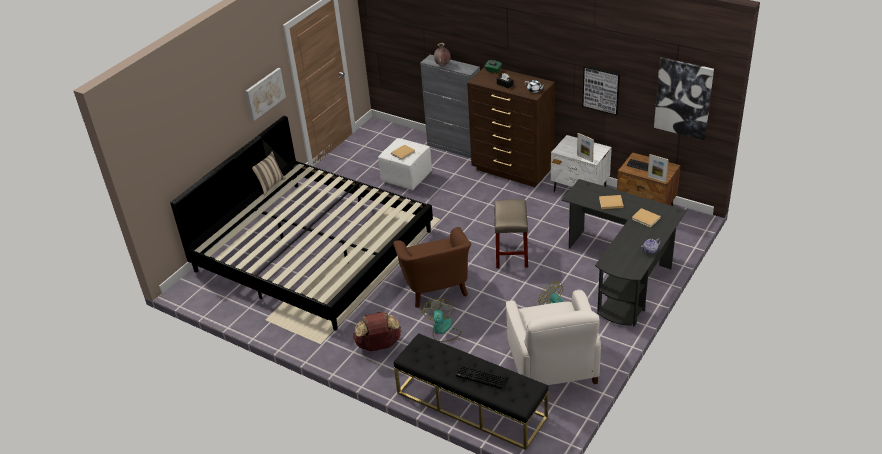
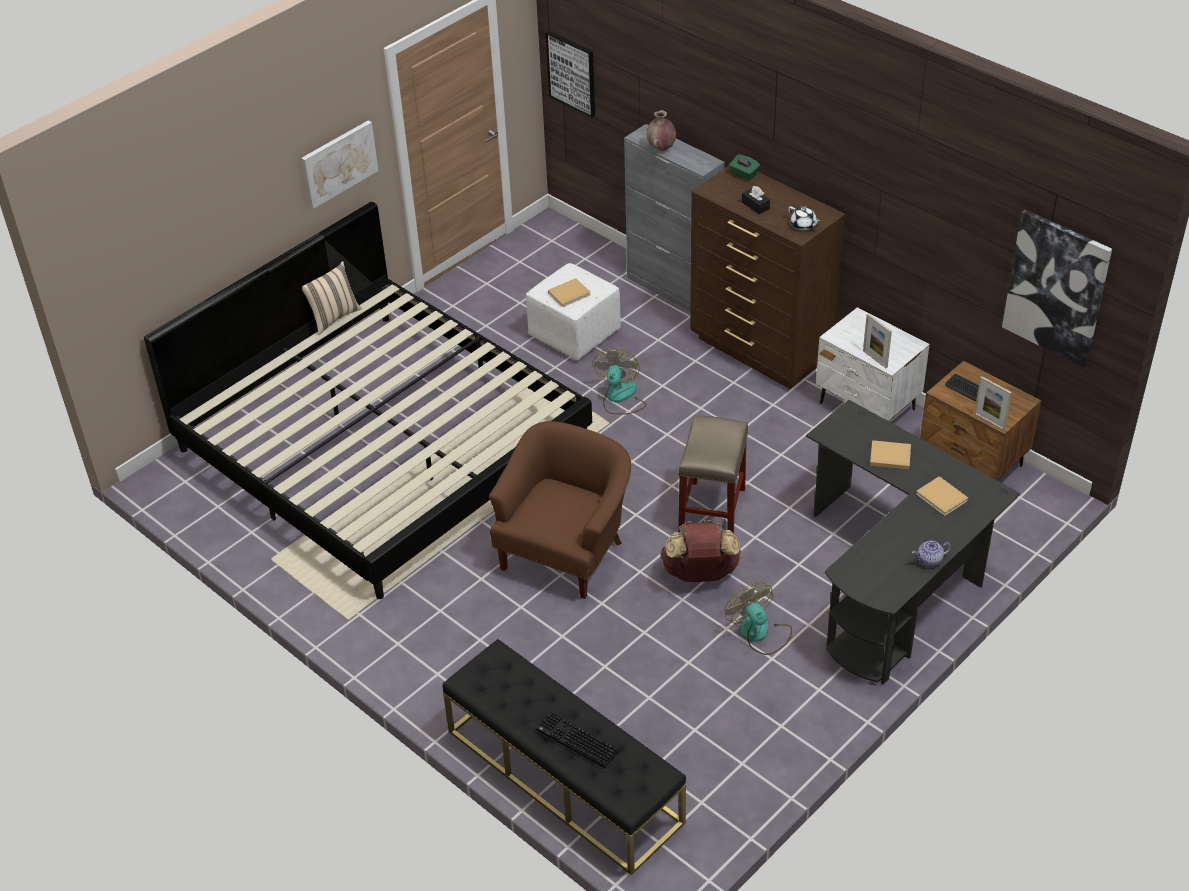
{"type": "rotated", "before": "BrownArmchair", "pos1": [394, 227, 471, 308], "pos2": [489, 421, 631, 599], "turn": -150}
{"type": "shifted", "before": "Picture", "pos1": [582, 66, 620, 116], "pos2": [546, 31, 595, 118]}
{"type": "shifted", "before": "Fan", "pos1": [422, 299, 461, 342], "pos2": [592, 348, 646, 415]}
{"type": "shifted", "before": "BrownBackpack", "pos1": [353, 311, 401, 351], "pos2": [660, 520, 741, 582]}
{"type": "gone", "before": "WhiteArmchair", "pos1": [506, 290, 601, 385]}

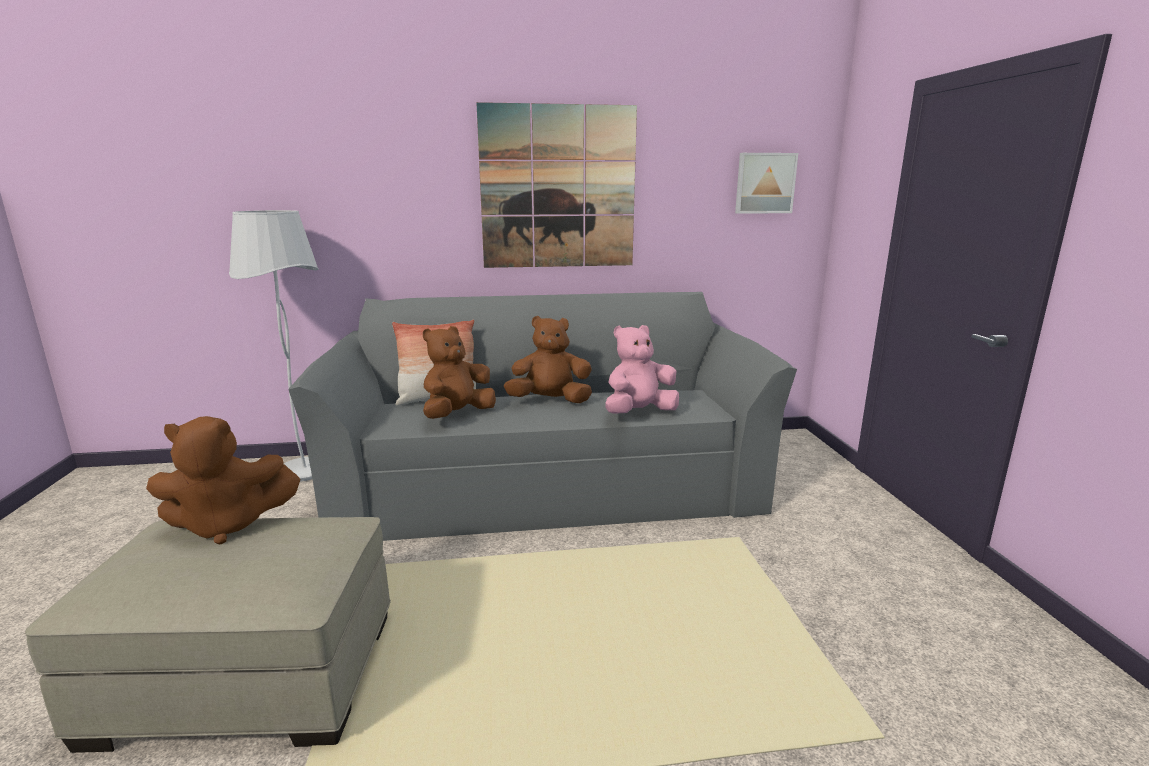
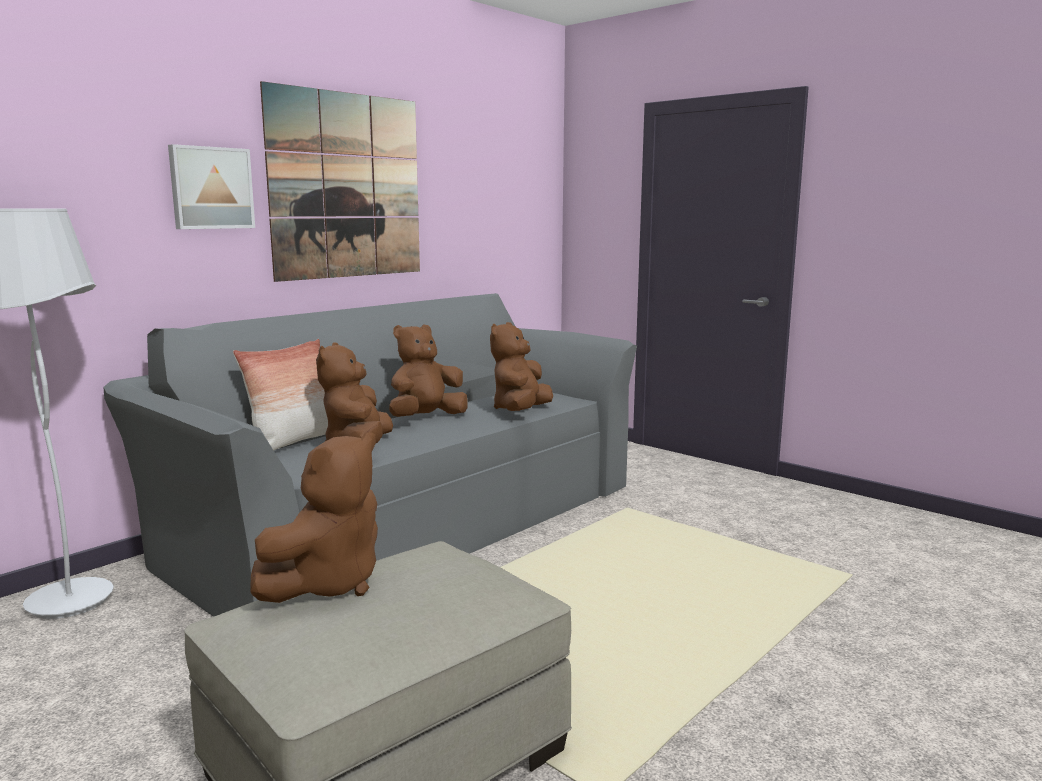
{"type": "shifted", "before": "Picture", "pos1": [735, 153, 798, 214], "pos2": [168, 144, 255, 229]}
{"type": "repainted", "before": "PinkPlushToy", "after": "BrownPlushToy", "pos1": [606, 325, 679, 414], "pos2": [490, 322, 553, 411]}

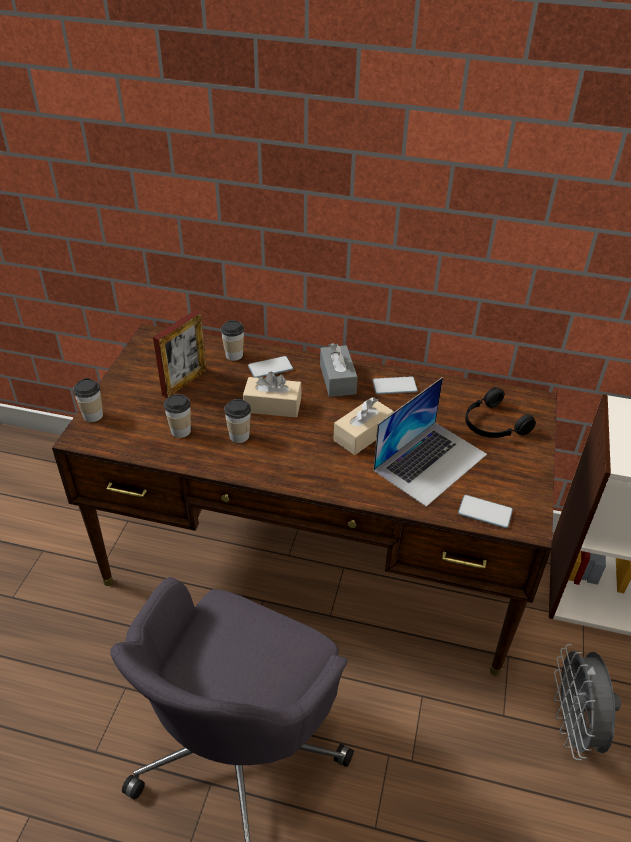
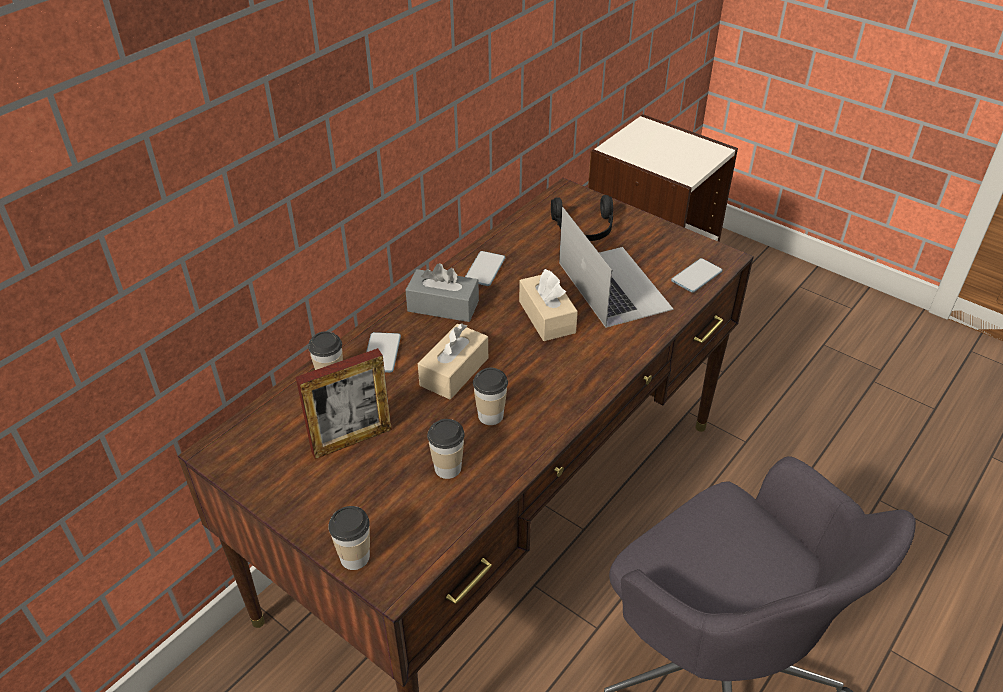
{"type": "rotated", "before": "PictureFrame", "pos1": [153, 310, 207, 398], "pos2": [296, 348, 392, 459], "turn": 90}
{"type": "gone", "before": "GreyFan", "pos1": [554, 644, 621, 760]}

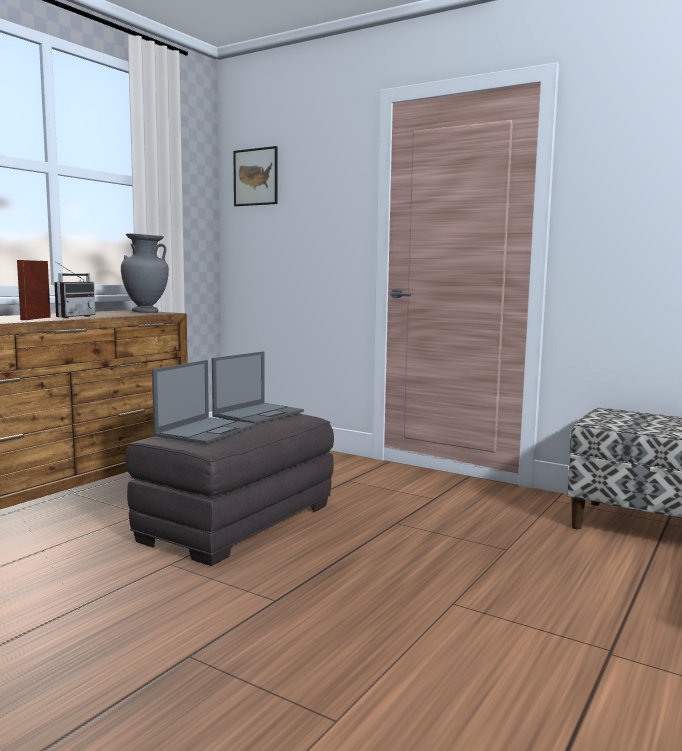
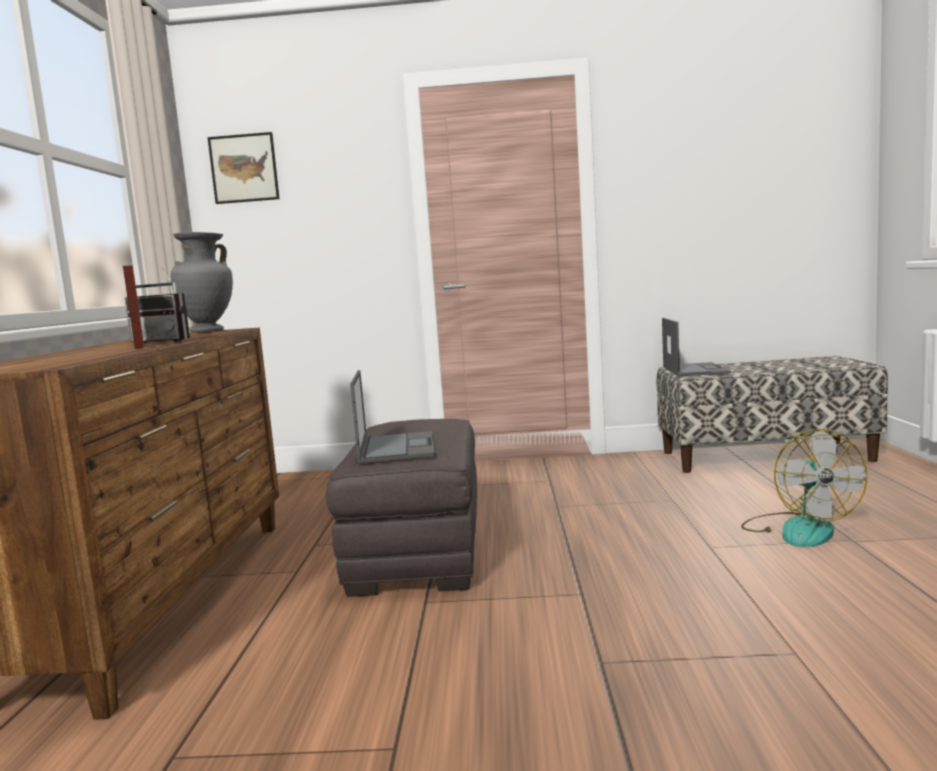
{"type": "rotated", "before": "Radio", "pos1": [54, 261, 96, 318], "pos2": [125, 268, 190, 343], "turn": 120}
{"type": "shifted", "before": "Laptop", "pos1": [212, 351, 304, 424], "pos2": [662, 318, 731, 377]}
{"type": "new", "after": "Fan", "pos2": [741, 429, 868, 547]}

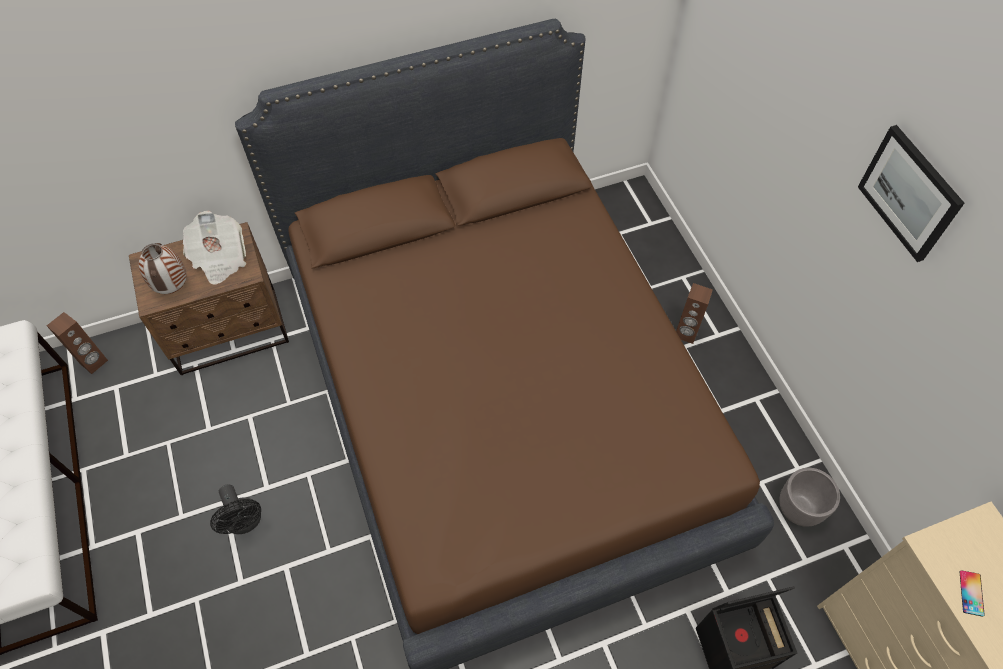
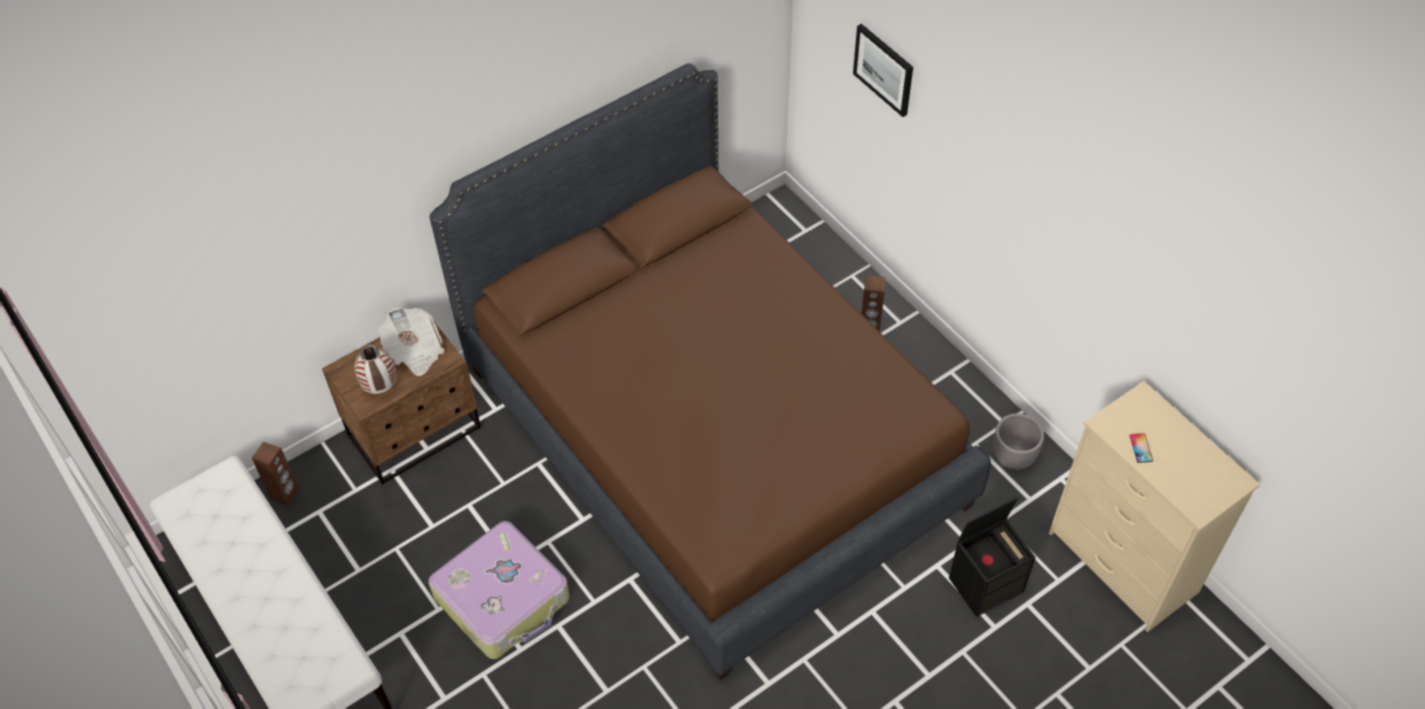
{"type": "swapped", "before": "BlackFan", "after": "Suitcase", "pos1": [210, 484, 261, 534], "pos2": [429, 521, 570, 659]}
{"type": "shifted", "before": "Picture", "pos1": [858, 125, 964, 262], "pos2": [853, 24, 913, 117]}

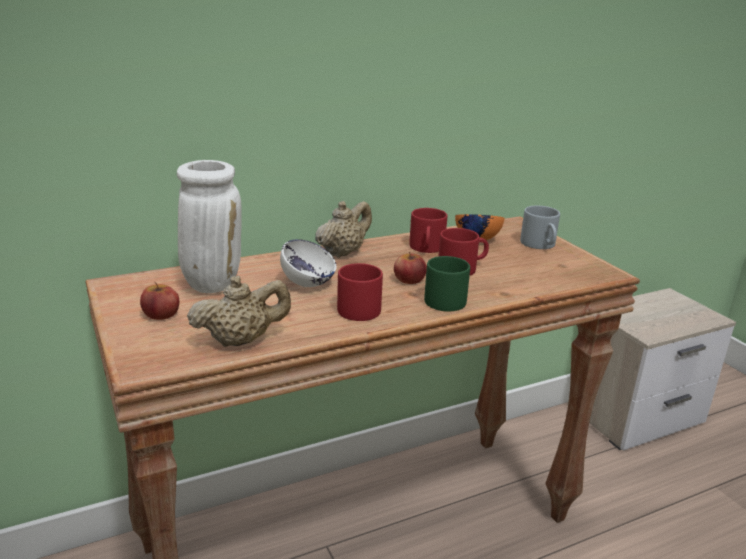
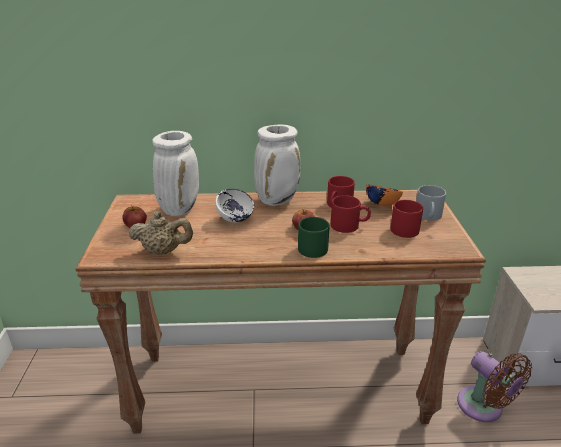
{"type": "swapped", "before": "BeigeTeapot", "after": "WhiteVase", "pos1": [315, 201, 372, 258], "pos2": [254, 125, 301, 206]}
{"type": "shifted", "before": "RedMug", "pos1": [337, 263, 383, 321], "pos2": [391, 200, 423, 238]}
{"type": "new", "after": "BrownFan", "pos2": [457, 351, 532, 422]}

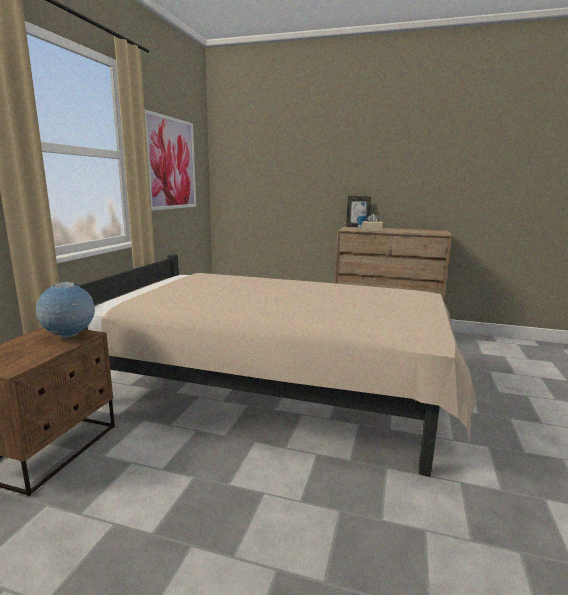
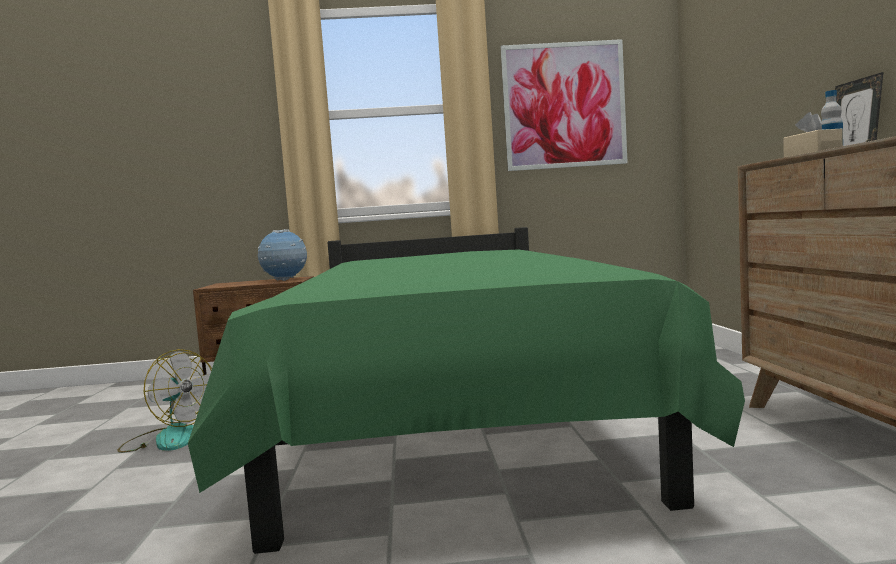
{"type": "new", "after": "Fan", "pos2": [117, 349, 212, 453]}
{"type": "repainted", "before": "BeigeBed", "after": "GreenBed", "pos1": [75, 254, 477, 477], "pos2": [188, 227, 745, 554]}

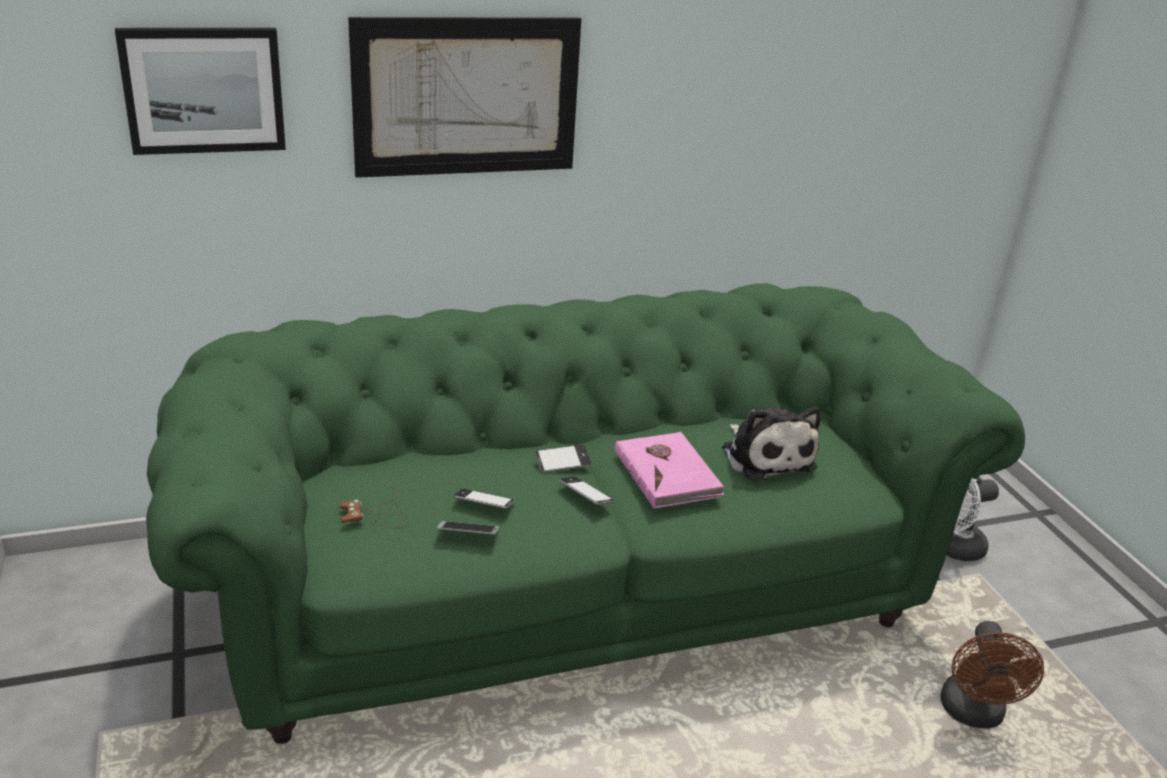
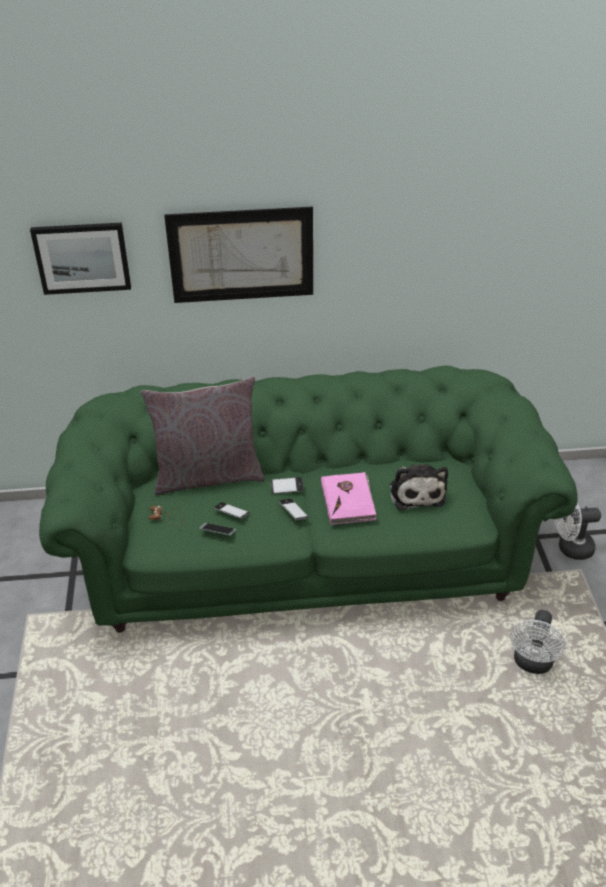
{"type": "new", "after": "GreyPillow", "pos2": [141, 376, 265, 495]}
{"type": "repainted", "before": "BrownFan", "after": "WhiteFan", "pos1": [940, 621, 1044, 728], "pos2": [510, 610, 566, 674]}

